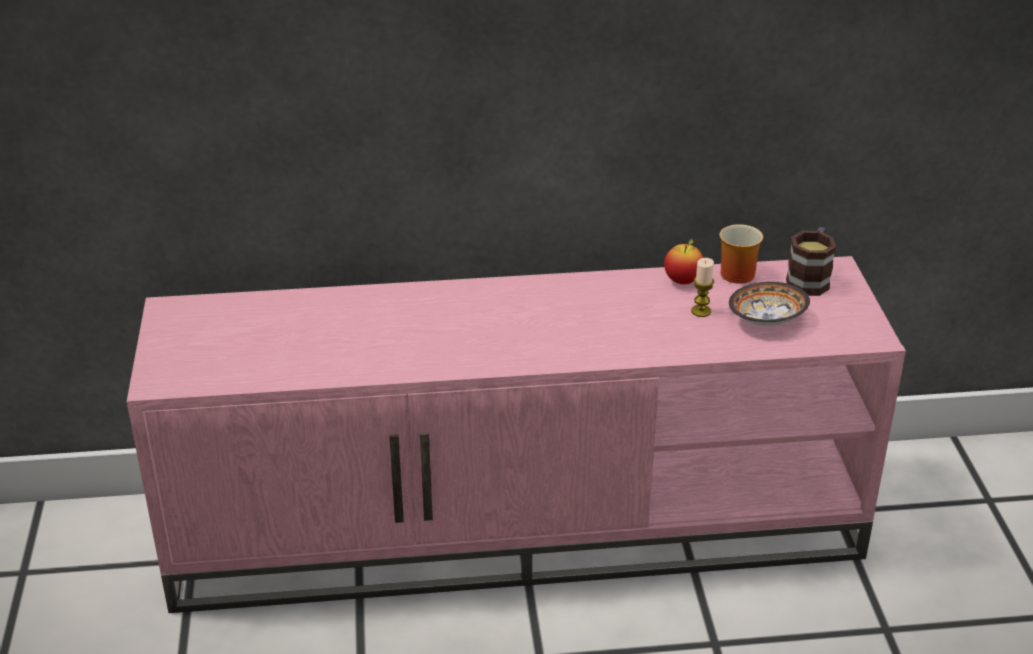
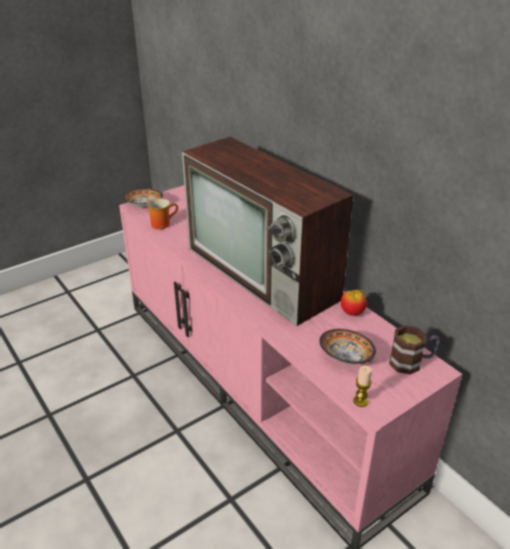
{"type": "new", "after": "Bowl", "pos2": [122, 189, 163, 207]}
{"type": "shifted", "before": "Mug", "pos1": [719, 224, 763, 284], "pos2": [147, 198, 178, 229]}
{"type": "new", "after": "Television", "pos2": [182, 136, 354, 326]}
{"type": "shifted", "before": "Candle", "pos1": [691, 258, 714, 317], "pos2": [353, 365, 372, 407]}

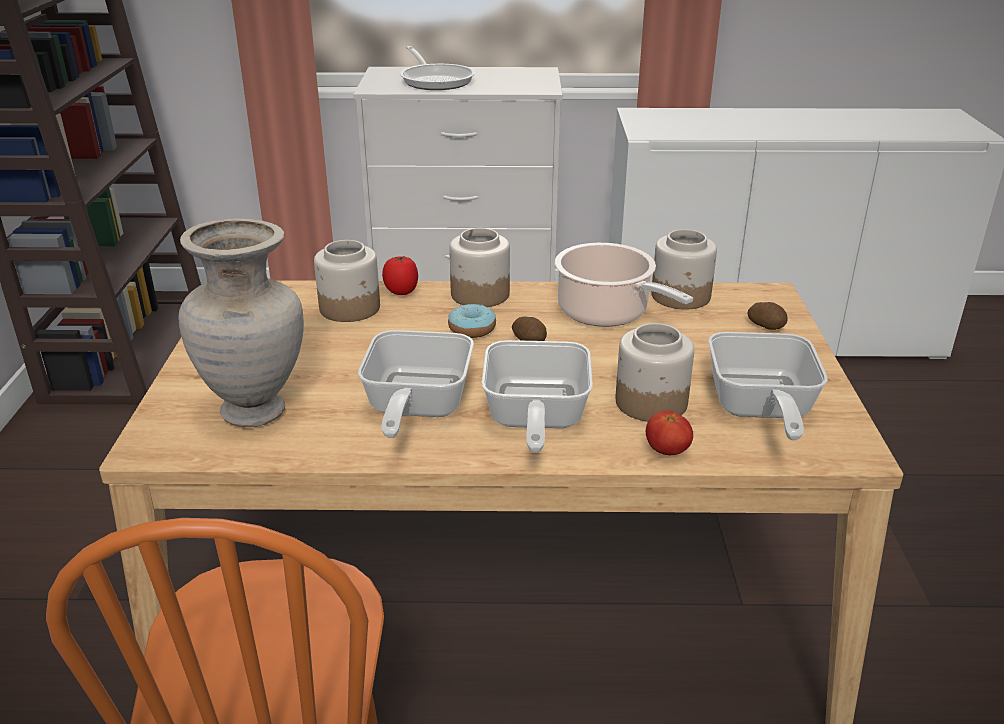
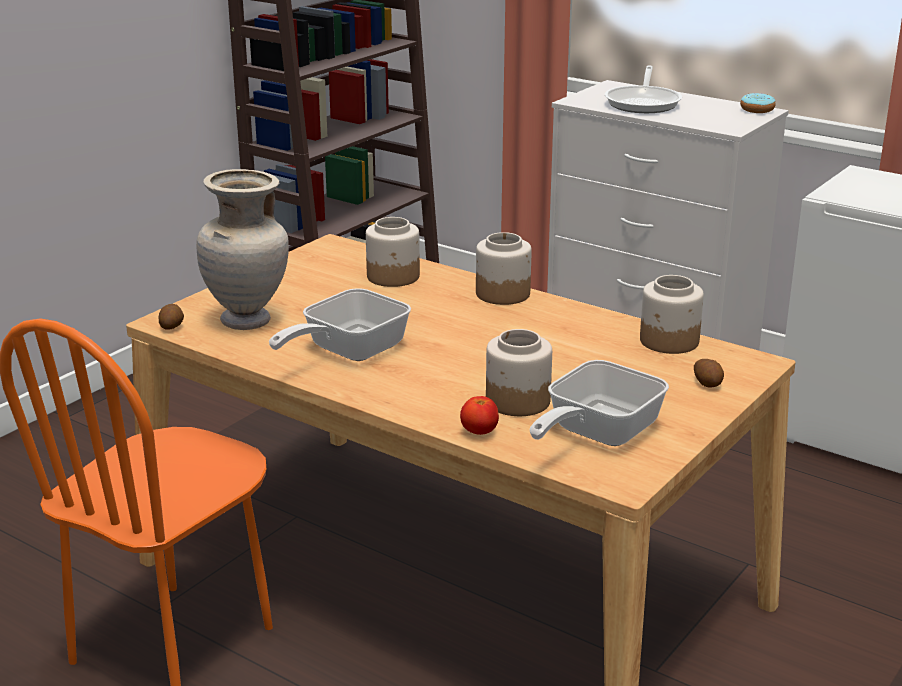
{"type": "shifted", "before": "Potato", "pos1": [512, 317, 547, 341], "pos2": [159, 304, 184, 330]}
{"type": "shifted", "before": "Donut", "pos1": [448, 304, 496, 338], "pos2": [740, 93, 776, 113]}
{"type": "gone", "before": "Tomato", "pos1": [382, 256, 418, 295]}
{"type": "gone", "before": "FryingPan", "pos1": [482, 340, 593, 453]}
{"type": "gone", "before": "CookingPot", "pos1": [555, 243, 693, 327]}

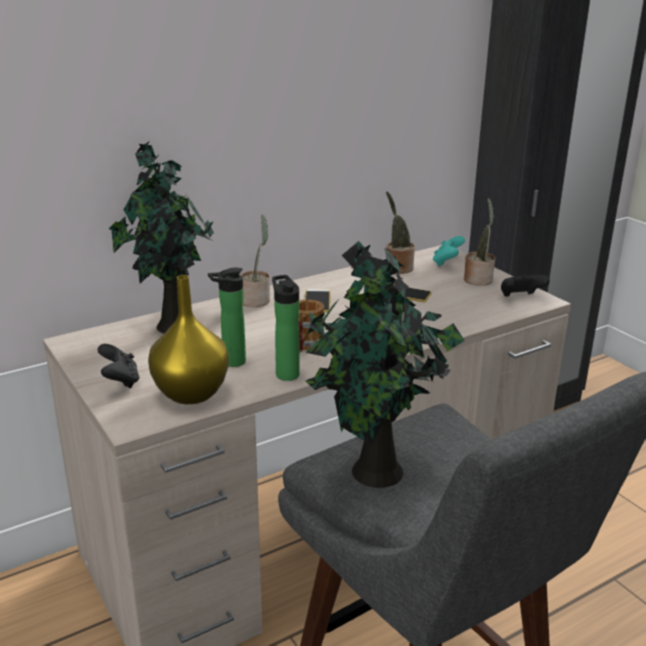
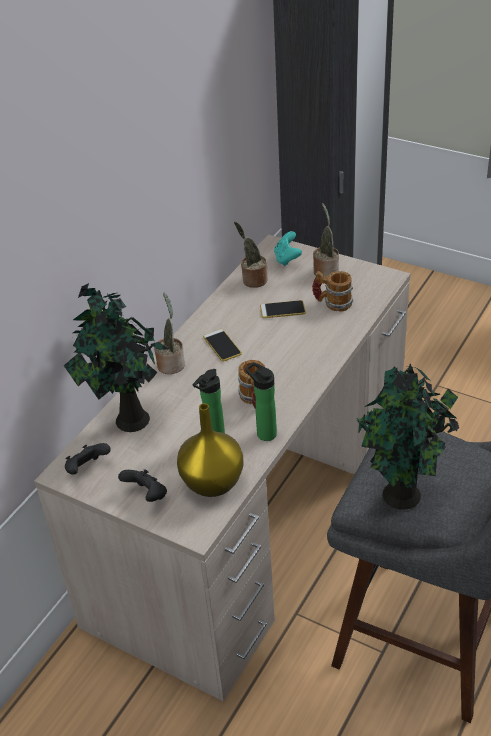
{"type": "shifted", "before": "BlackGameController", "pos1": [501, 273, 550, 297], "pos2": [65, 443, 111, 475]}
{"type": "new", "after": "Mug", "pos2": [312, 271, 353, 312]}

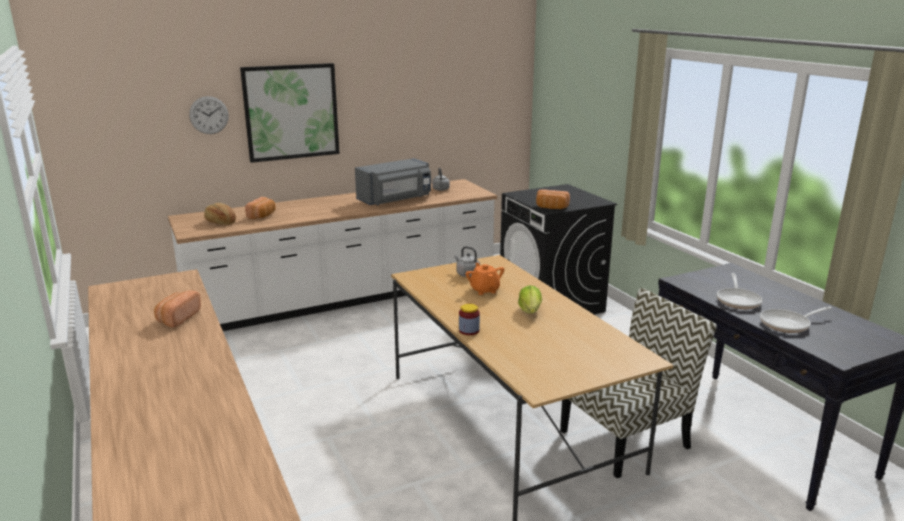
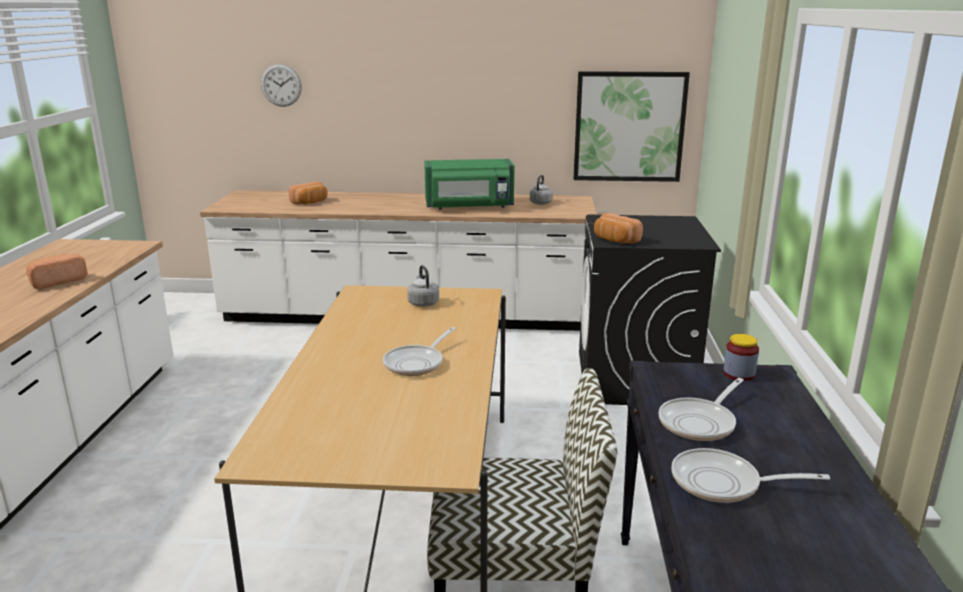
{"type": "swapped", "before": "Lettuce", "after": "FryingPan", "pos1": [518, 285, 542, 314], "pos2": [383, 327, 456, 376]}
{"type": "repainted", "before": "GreyMicrowave", "after": "GreenMicrowave", "pos1": [355, 158, 431, 205], "pos2": [424, 159, 514, 210]}
{"type": "shifted", "before": "Picture", "pos1": [240, 63, 340, 163], "pos2": [574, 71, 690, 182]}
{"type": "shifted", "before": "Jar", "pos1": [459, 304, 480, 335], "pos2": [723, 334, 759, 381]}
{"type": "gone", "before": "Bread", "pos1": [204, 203, 236, 225]}
{"type": "gone", "before": "OrangeTeapot", "pos1": [465, 263, 504, 295]}

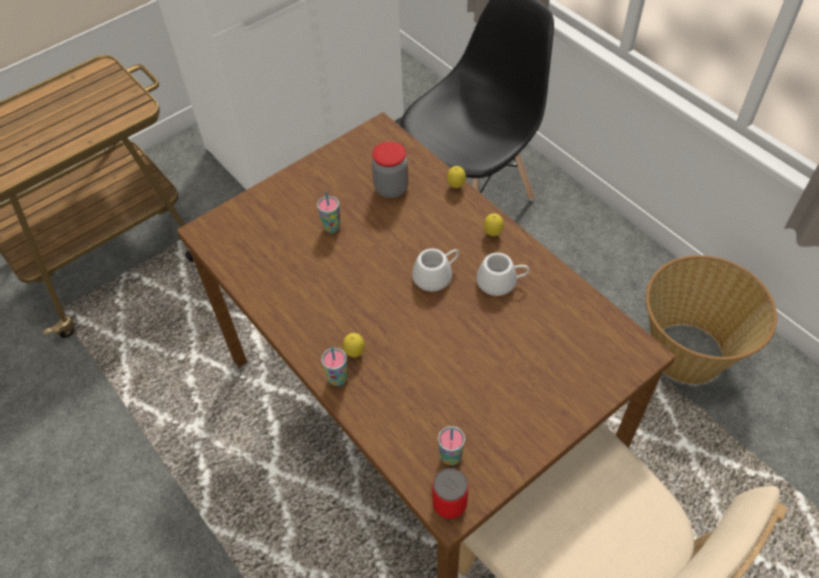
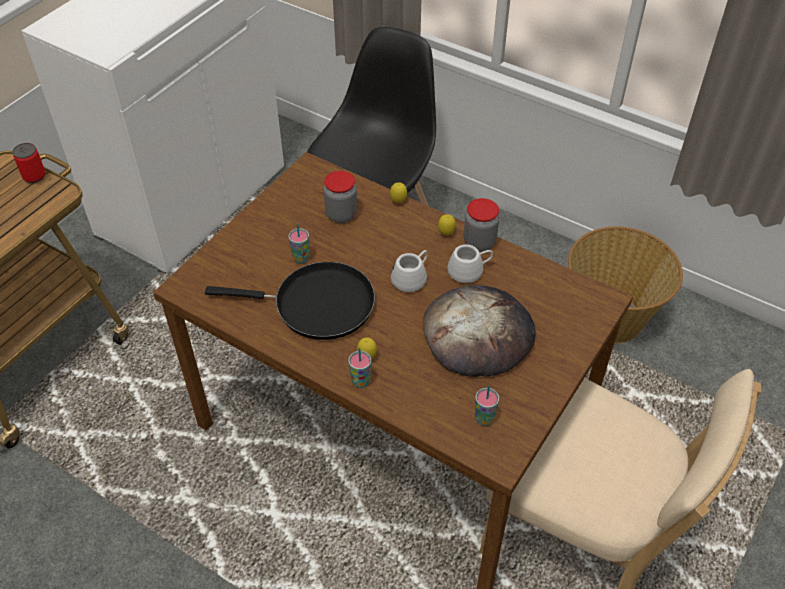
{"type": "shifted", "before": "Can", "pos1": [432, 468, 468, 519], "pos2": [13, 143, 45, 183]}
{"type": "new", "after": "BlackFryingPan", "pos2": [205, 262, 375, 340]}
{"type": "new", "after": "Bread", "pos2": [423, 285, 536, 377]}
{"type": "new", "after": "Jar", "pos2": [464, 198, 499, 252]}

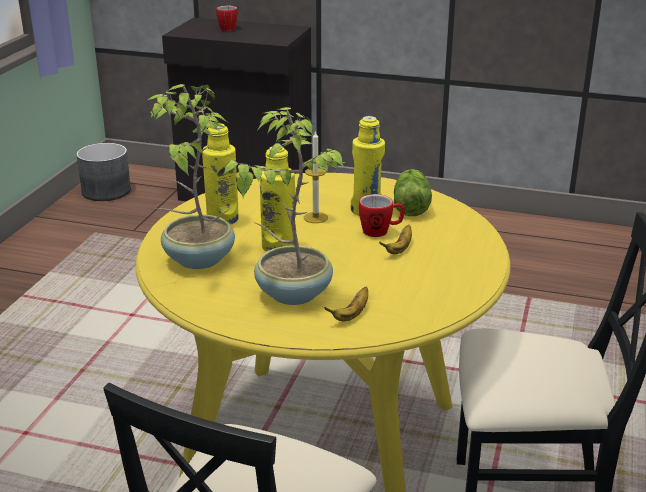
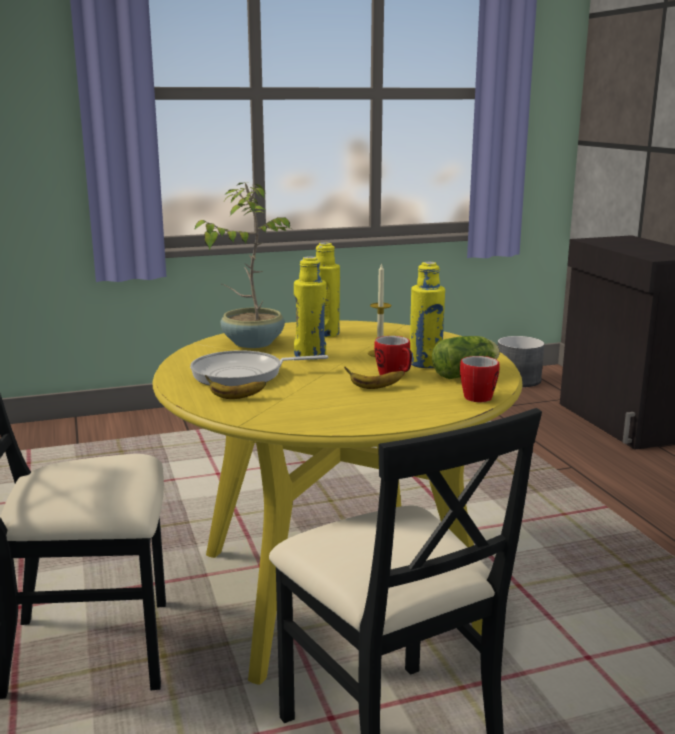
{"type": "swapped", "before": "PottedPlant", "after": "FryingPan", "pos1": [223, 107, 346, 305], "pos2": [190, 350, 328, 386]}
{"type": "shifted", "before": "Mug", "pos1": [216, 6, 238, 31], "pos2": [460, 356, 500, 402]}

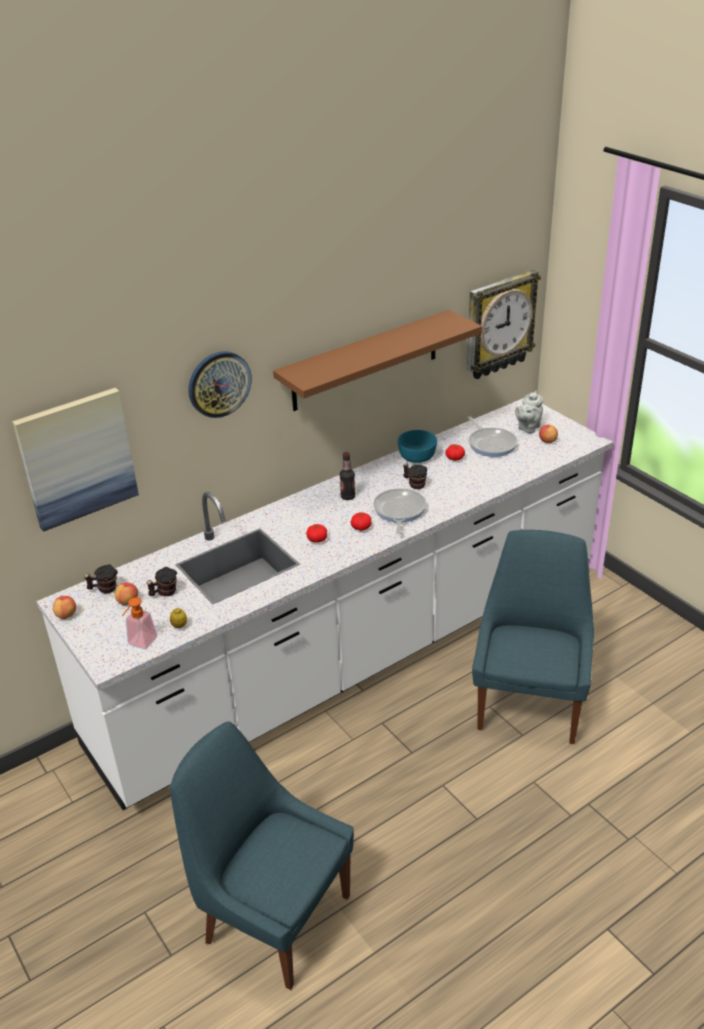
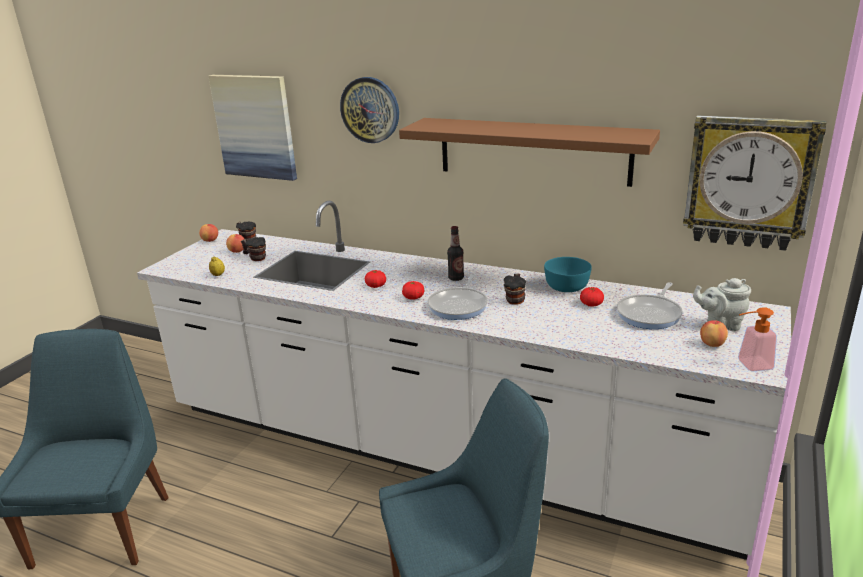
{"type": "rotated", "before": "FryingPan", "pos1": [373, 488, 426, 534], "pos2": [428, 273, 488, 320], "turn": 135}
{"type": "shifted", "before": "SoapDispenser", "pos1": [122, 597, 157, 649], "pos2": [738, 307, 777, 371]}

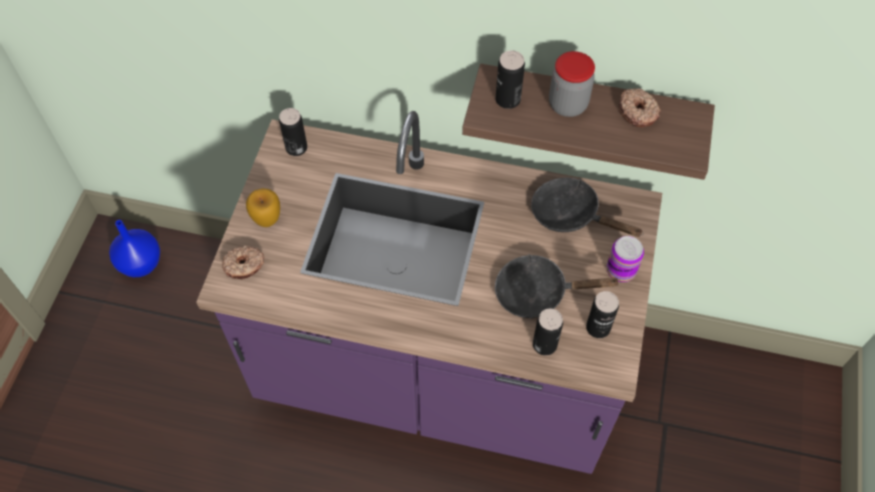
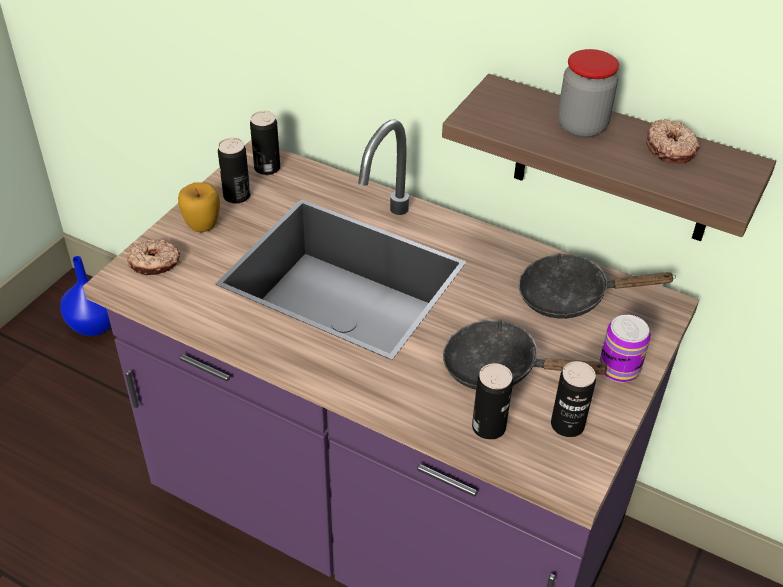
{"type": "shifted", "before": "Can", "pos1": [495, 51, 525, 109], "pos2": [218, 138, 250, 204]}
{"type": "rotated", "before": "BlackFryingPan", "pos1": [531, 178, 644, 237], "pos2": [518, 253, 676, 319], "turn": -45}

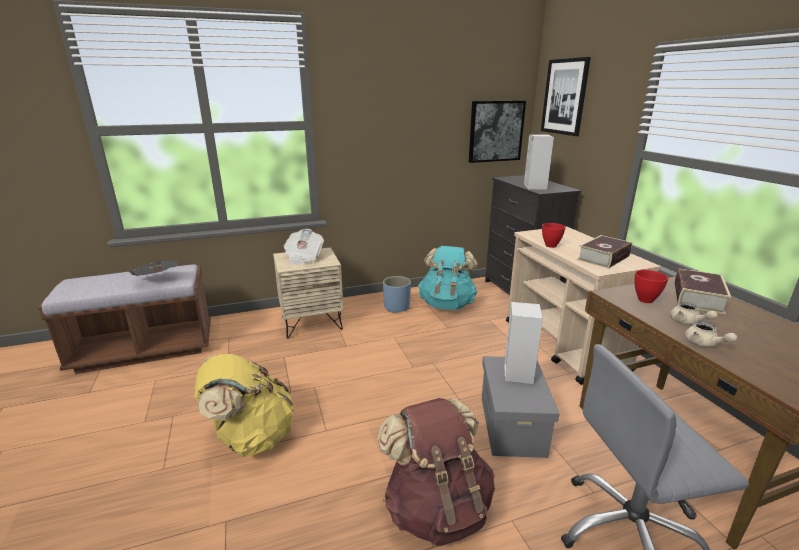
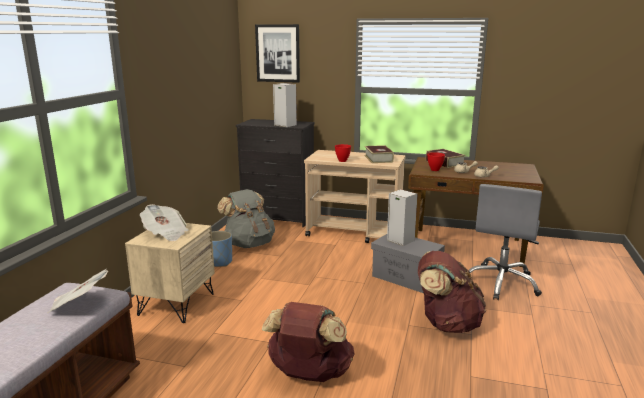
{"type": "repainted", "before": "TurquoiseBackpack", "after": "GreyBackpack", "pos1": [418, 246, 478, 310], "pos2": [217, 189, 275, 248]}
{"type": "repainted", "before": "YellowBackpack", "after": "BrownBackpack", "pos1": [195, 354, 294, 457], "pos2": [262, 302, 355, 382]}
{"type": "gone", "before": "Picture", "pos1": [469, 101, 526, 163]}

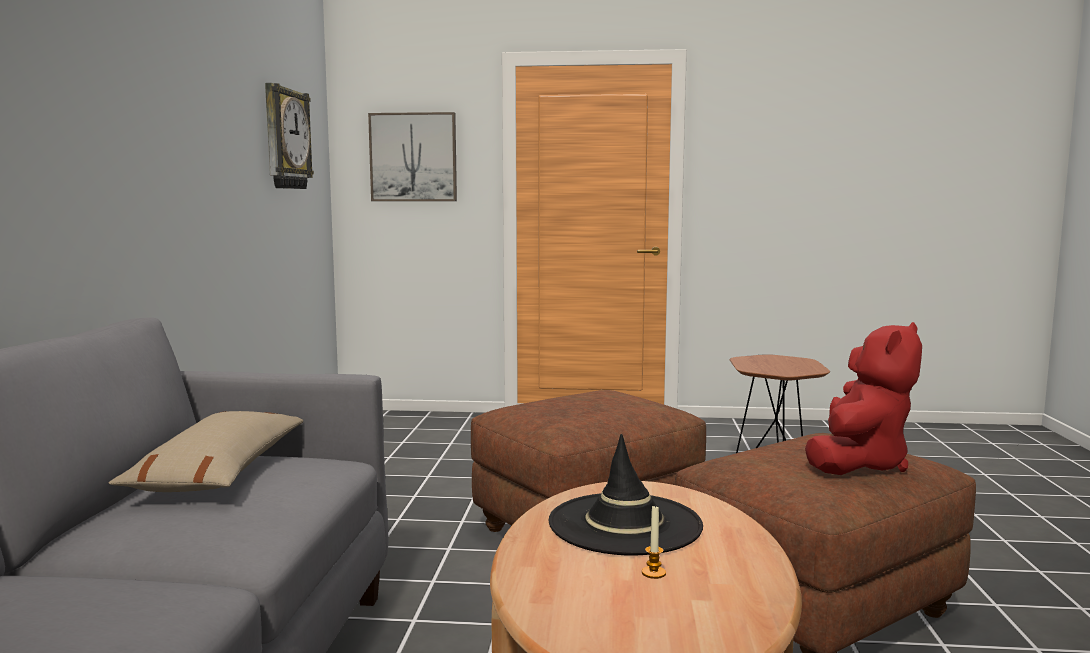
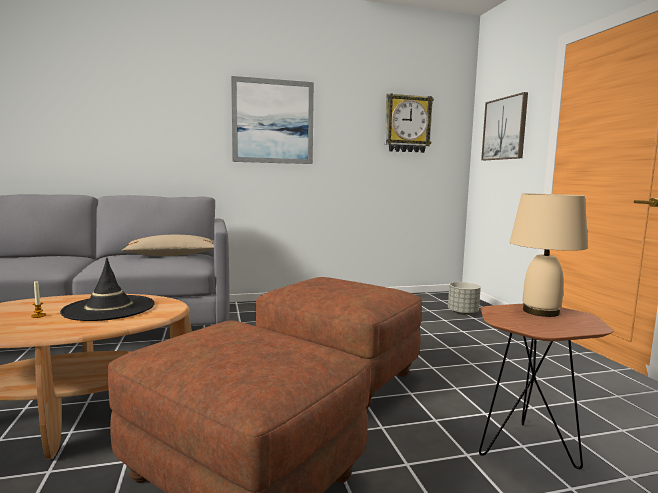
{"type": "new", "after": "Picture", "pos2": [231, 76, 314, 164]}
{"type": "new", "after": "GreyPlanter", "pos2": [448, 282, 481, 315]}
{"type": "new", "after": "BeigeTableLamp", "pos2": [510, 194, 588, 317]}
{"type": "gone", "before": "RedPlushToy", "pos1": [805, 322, 922, 475]}

